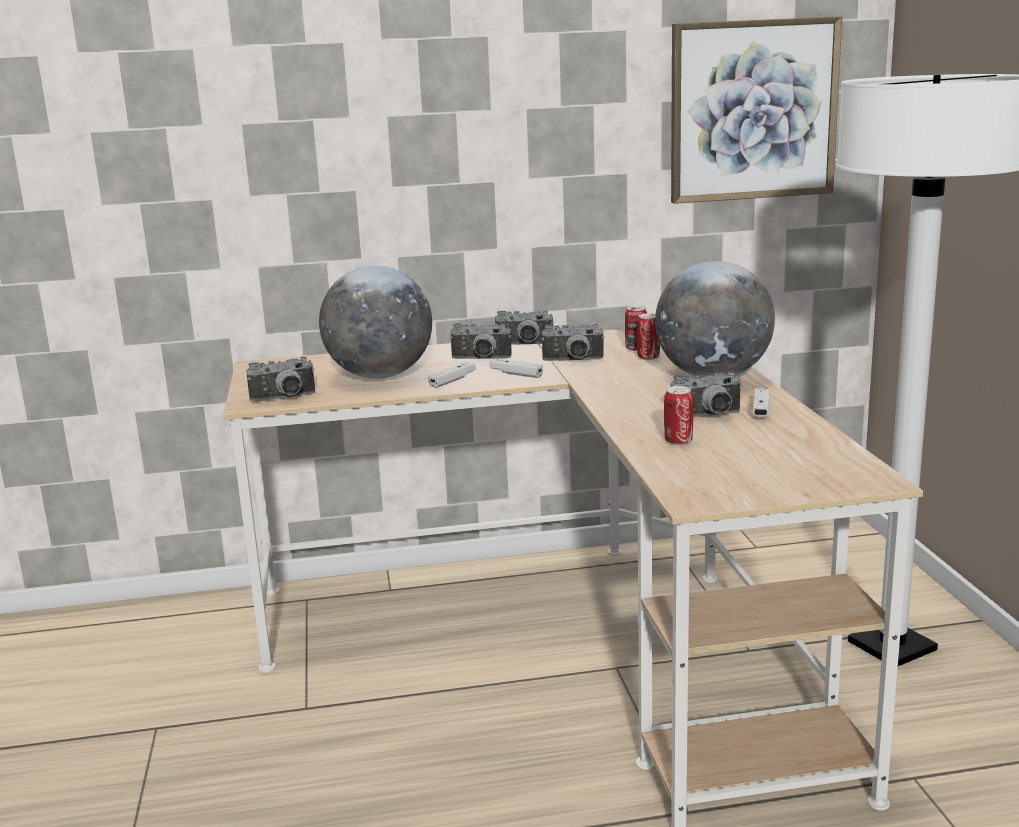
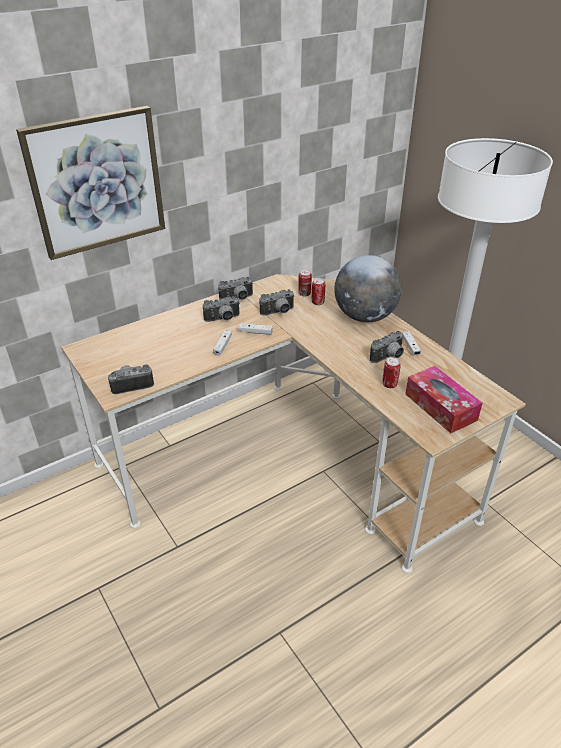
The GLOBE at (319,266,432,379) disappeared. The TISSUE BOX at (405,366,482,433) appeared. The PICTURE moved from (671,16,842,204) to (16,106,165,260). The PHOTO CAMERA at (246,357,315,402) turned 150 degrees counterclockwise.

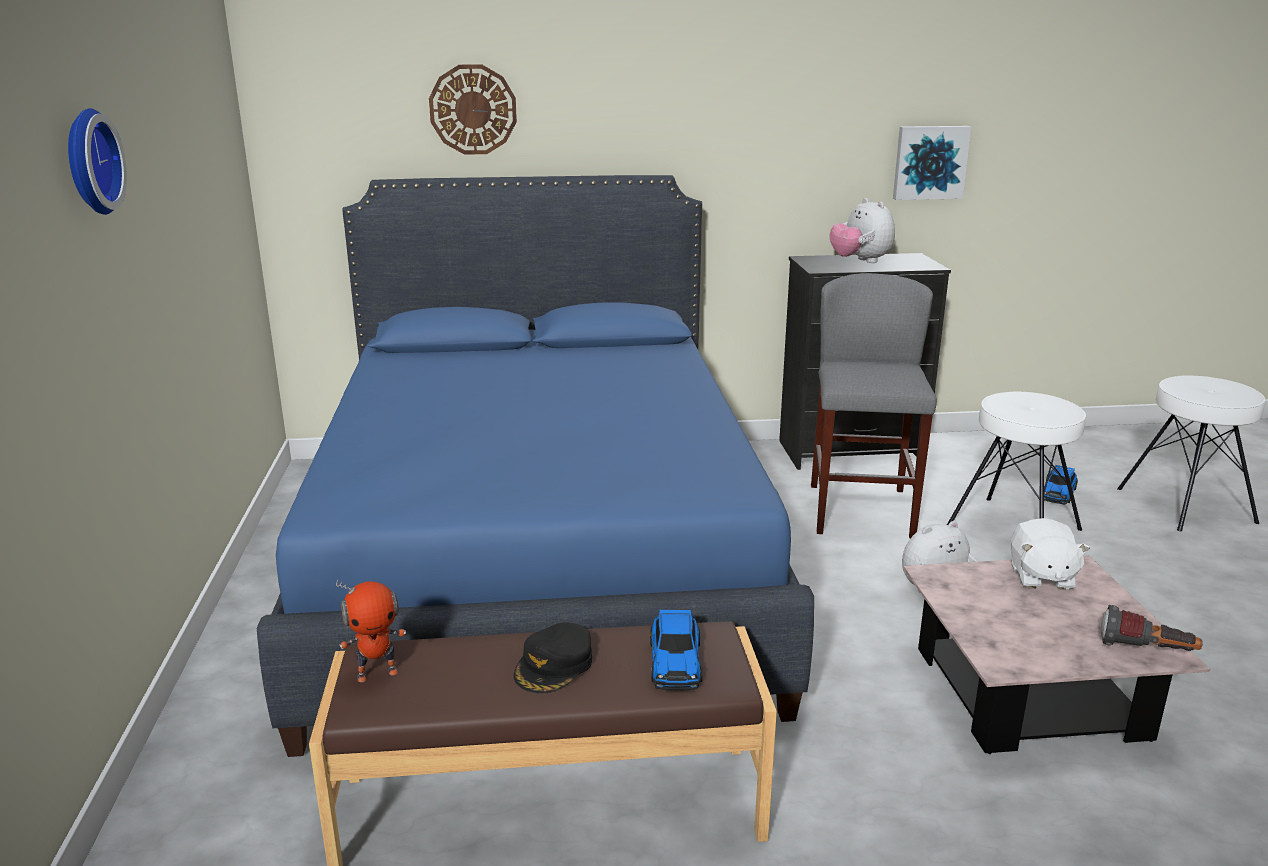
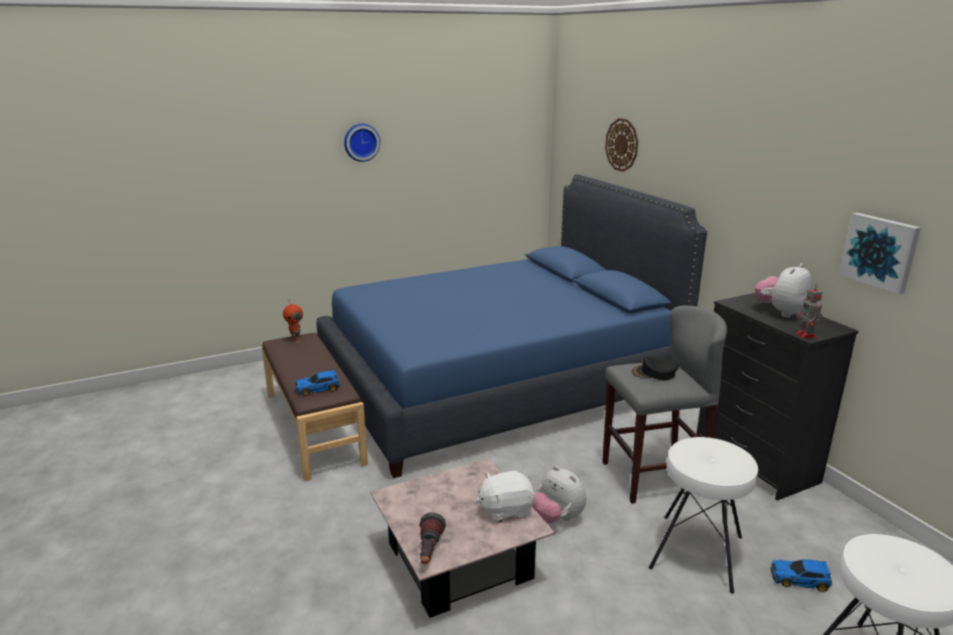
The TOY ROBOT at (796,284,823,339) appeared. The BLACK CAP moved from (514,623,592,694) to (632,356,679,380).

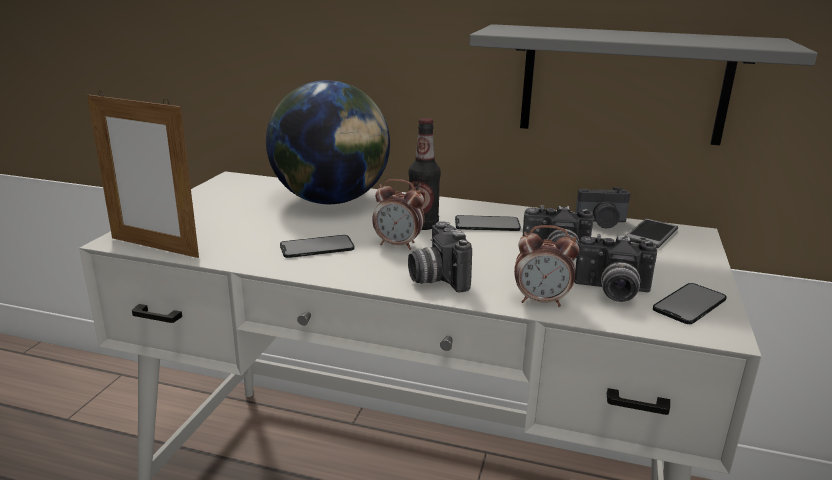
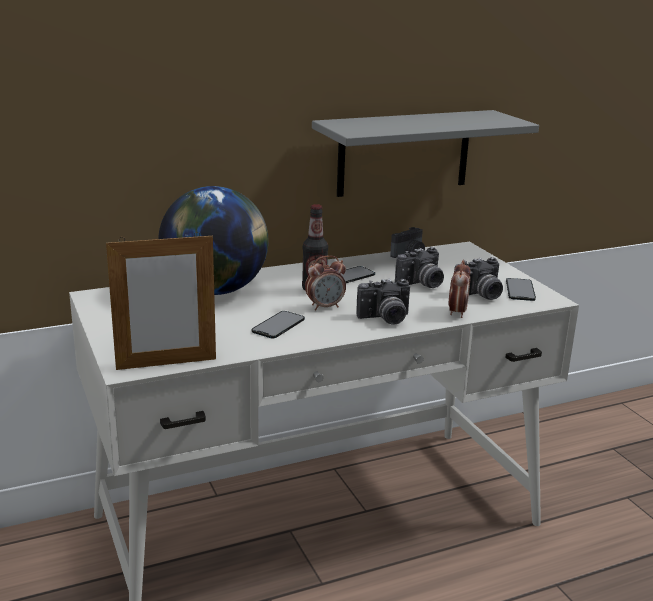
The PHONE at (624,218,678,248) disappeared. The PHOTO CAMERA at (408,221,472,292) turned 45 degrees counterclockwise. The ALARM CLOCK at (514,225,579,307) turned 45 degrees counterclockwise.

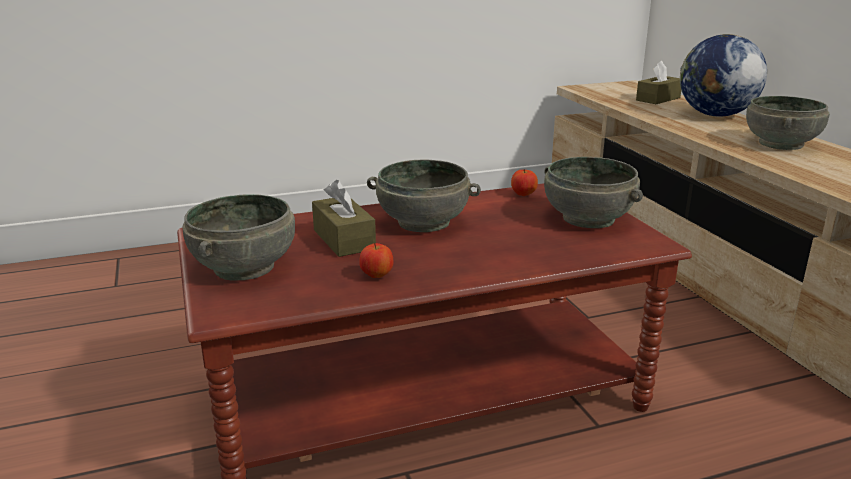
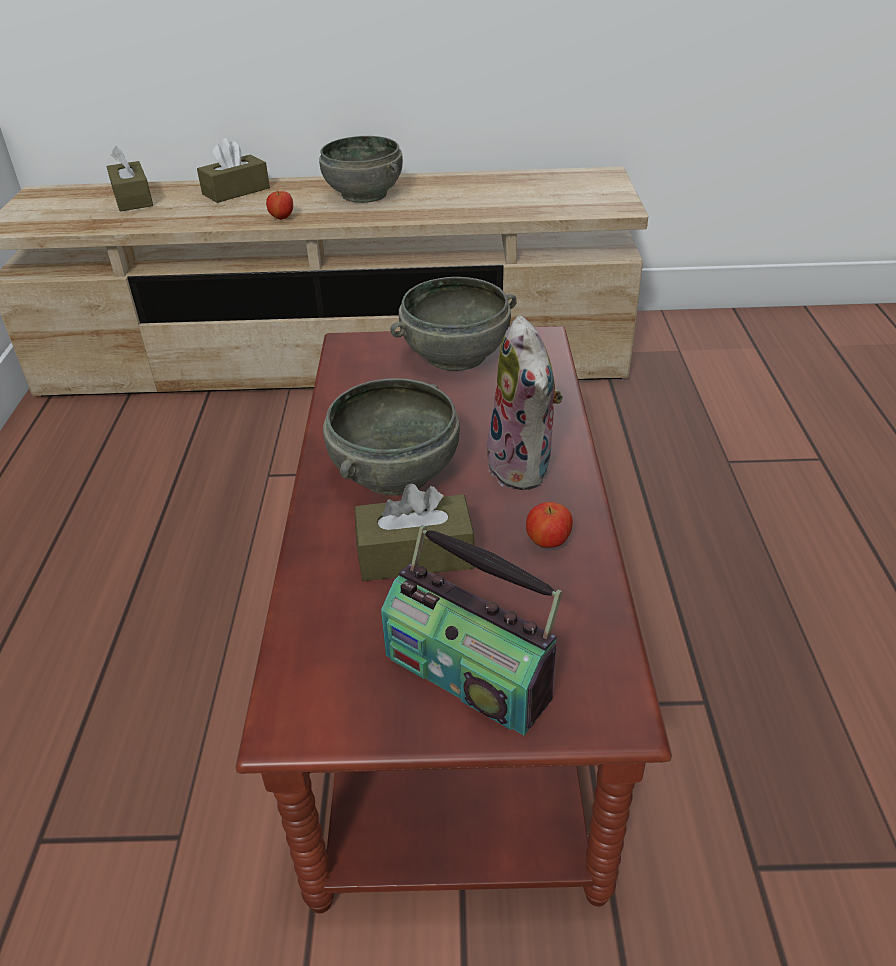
The PLUSH TOY at (487,316,563,490) appeared. The APPLE moved from (511,169,538,196) to (266,191,293,220). The GREY BOWL at (183,194,295,281) was replaced by the RADIO at (381,525,563,735). The GLOBE at (680,34,767,117) was replaced by the BROWN TISSUE BOX at (197,138,270,203).

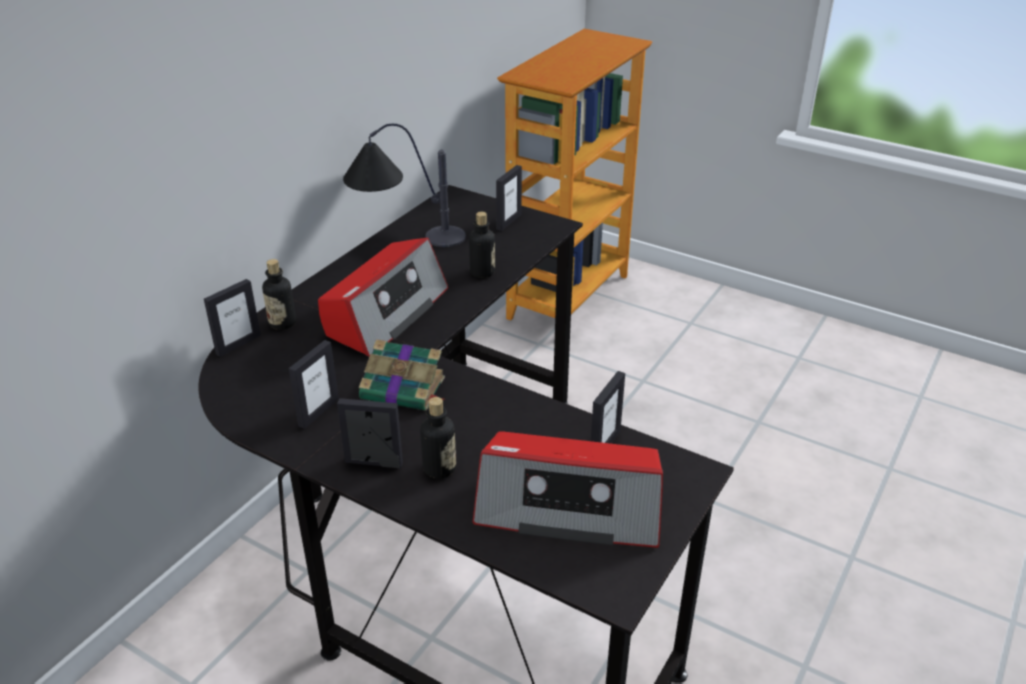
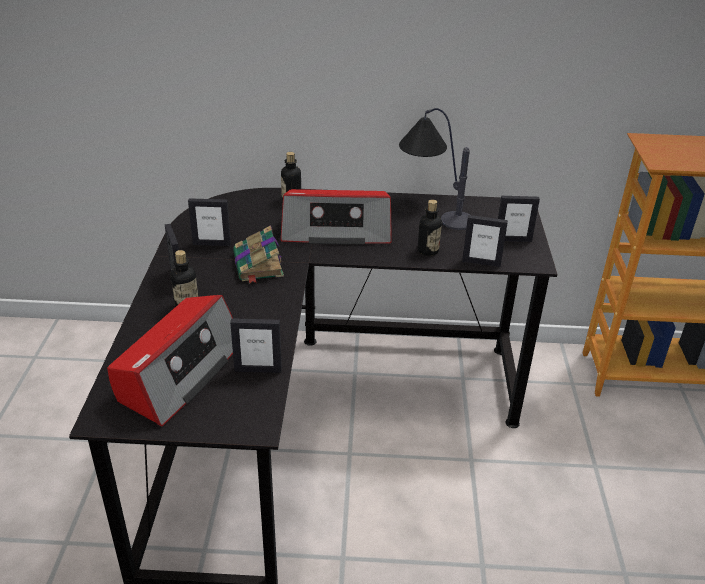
The PICTURE FRAME moved from (204,279,261,357) to (462,215,508,267). The RADIO at (473,431,663,548) turned 135 degrees counterclockwise.

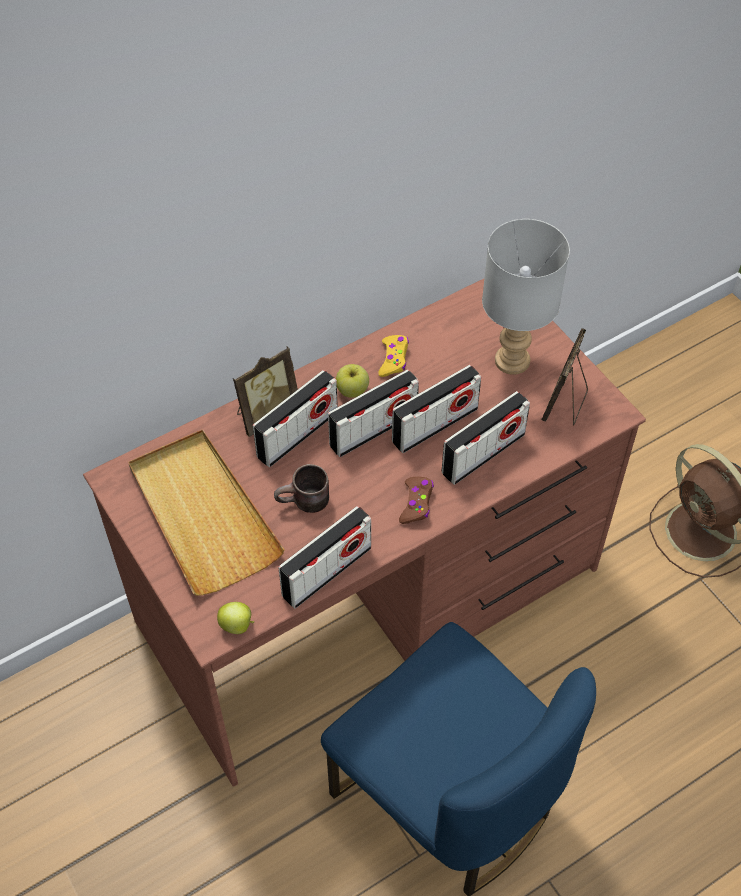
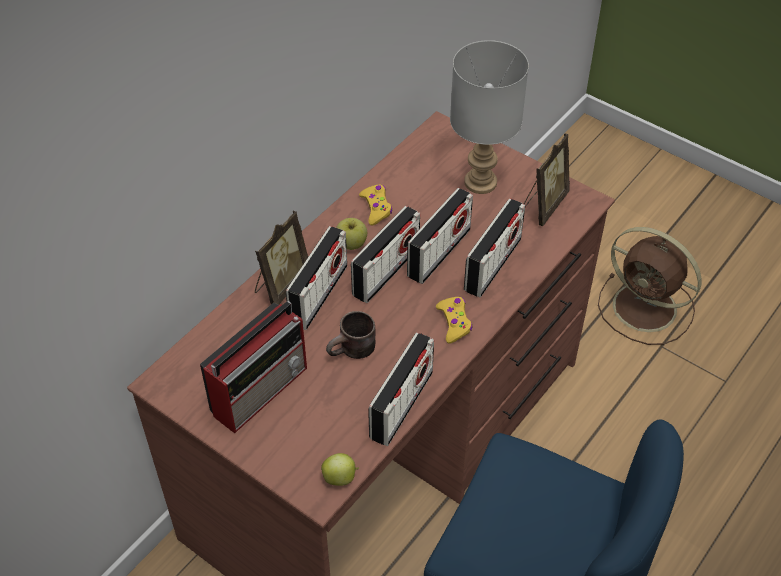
The BEIGE TRAY at (128,429,285,595) was replaced by the RADIO at (200,301,307,433). The BROWN GAME CONTROLLER at (399,477,434,524) became the YELLOW GAME CONTROLLER at (436,297,472,344). The PICTURE FRAME at (541,328,588,426) turned 150 degrees counterclockwise.

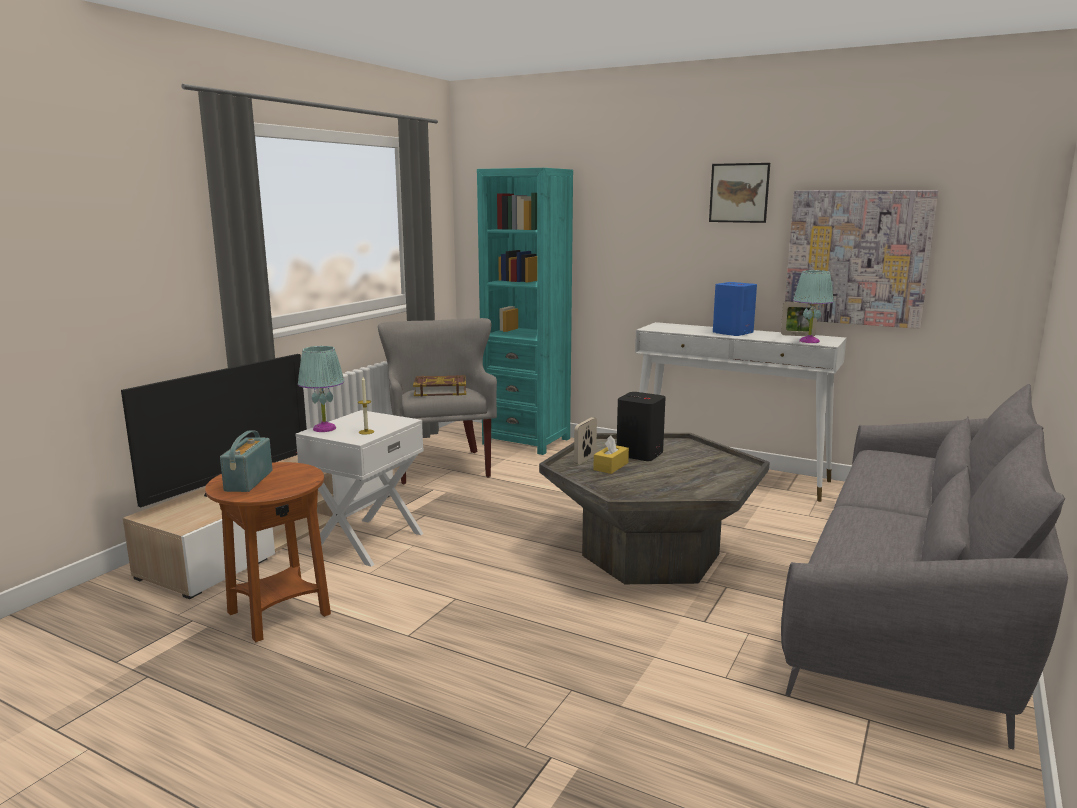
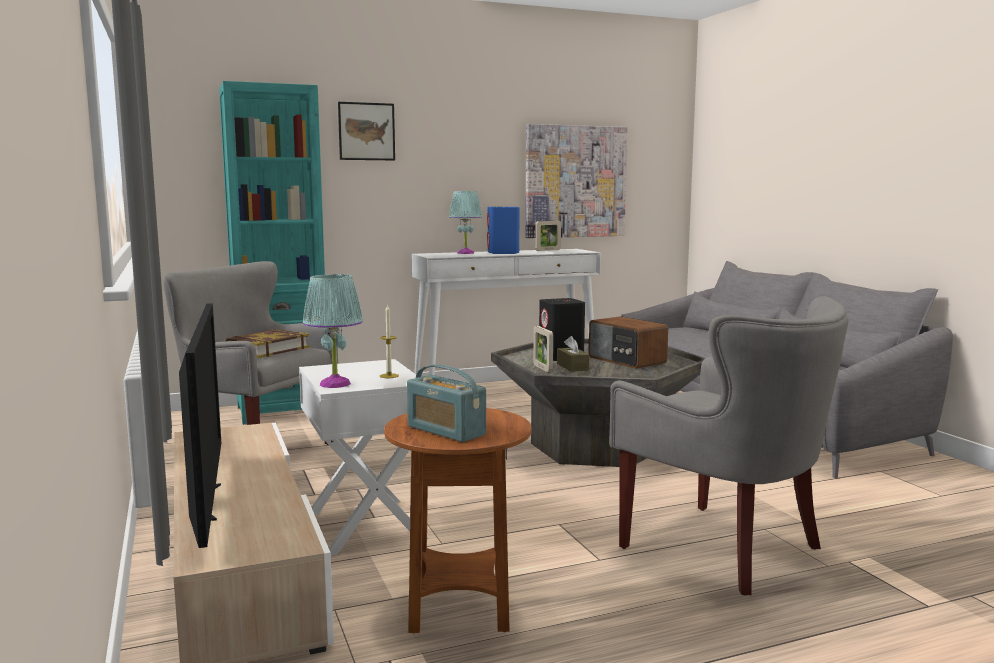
The RADIO at (589,316,668,369) appeared. The GREY ARMCHAIR at (609,296,848,595) appeared. The PICTURE moved from (709,163,770,223) to (338,102,395,160). The TURQUOISE TABLE LAMP moved from (793,270,834,343) to (449,191,482,254). The YELLOW TISSUE BOX at (593,435,629,474) became the BROWN TISSUE BOX at (557,336,589,372).

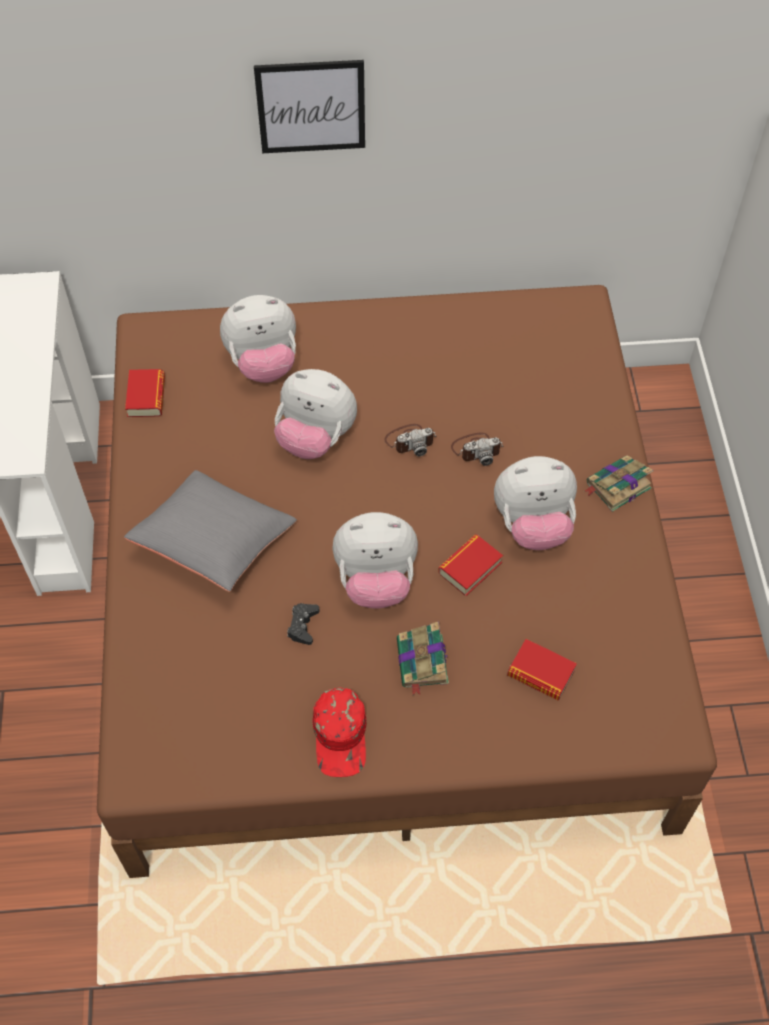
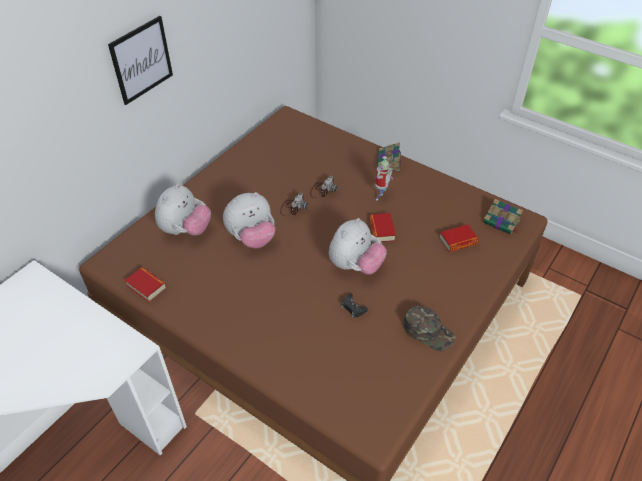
The GREY PILLOW at (124,470,297,592) disappeared. The BOOK moved from (397,622,449,695) to (483,199,523,234). The PLUSH TOY at (494,456,577,550) was replaced by the TOY ROBOT at (375,156,393,200). The RED CAP at (313,688,366,777) became the GREEN CAP at (403,306,455,351).

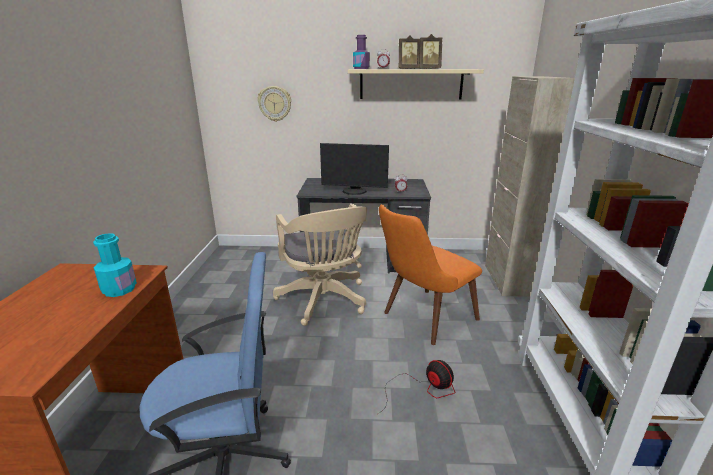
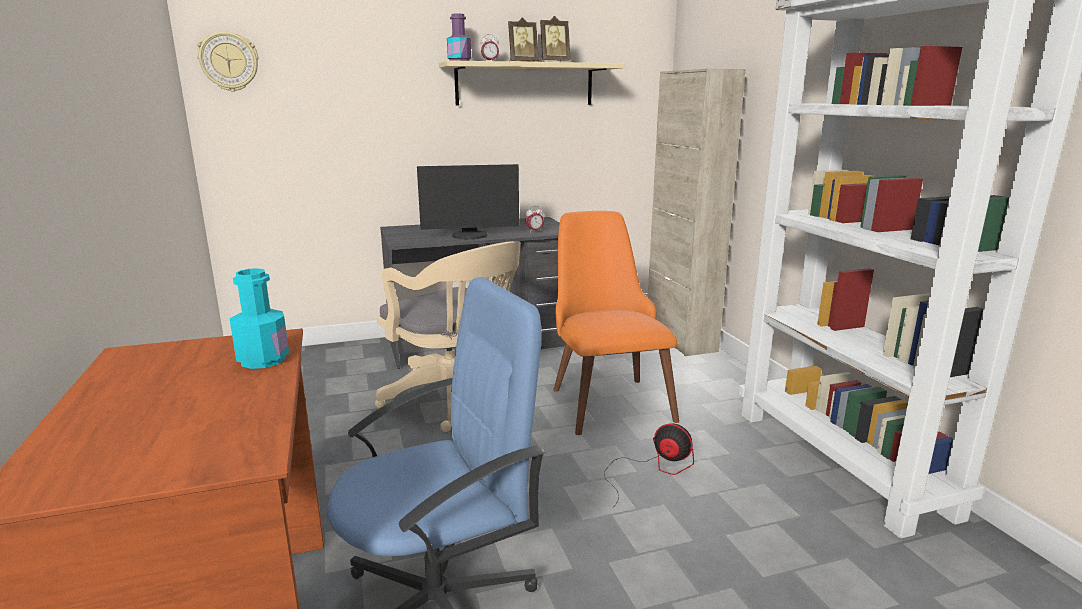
The WALL CLOCK moved from (258,86,291,122) to (197,31,259,91). The ORANGE CHAIR at (379,204,482,345) turned 135 degrees clockwise.

